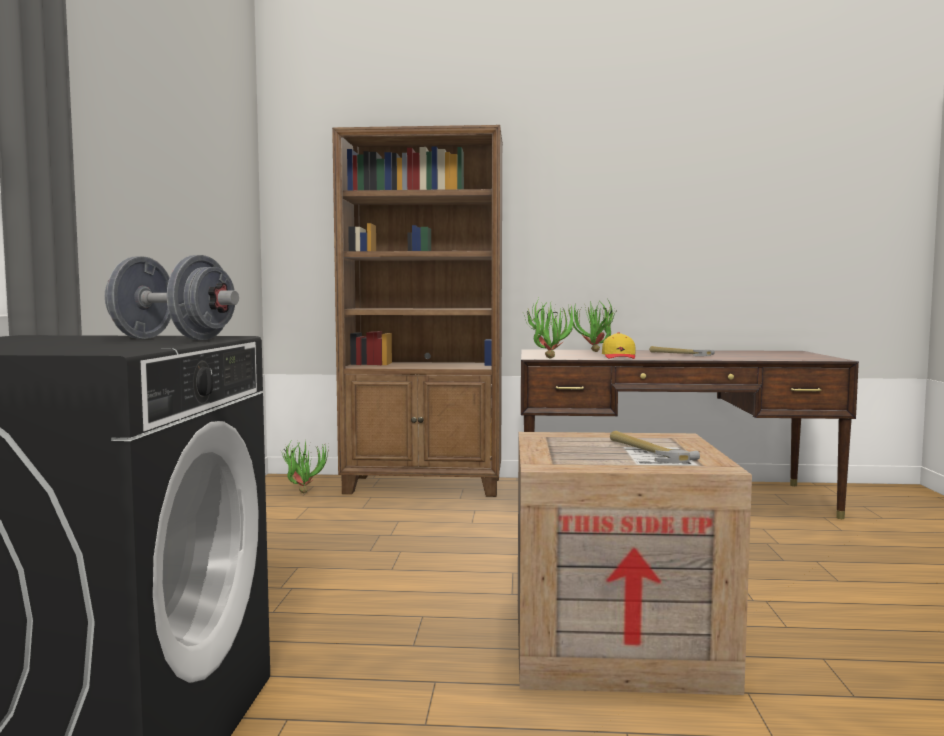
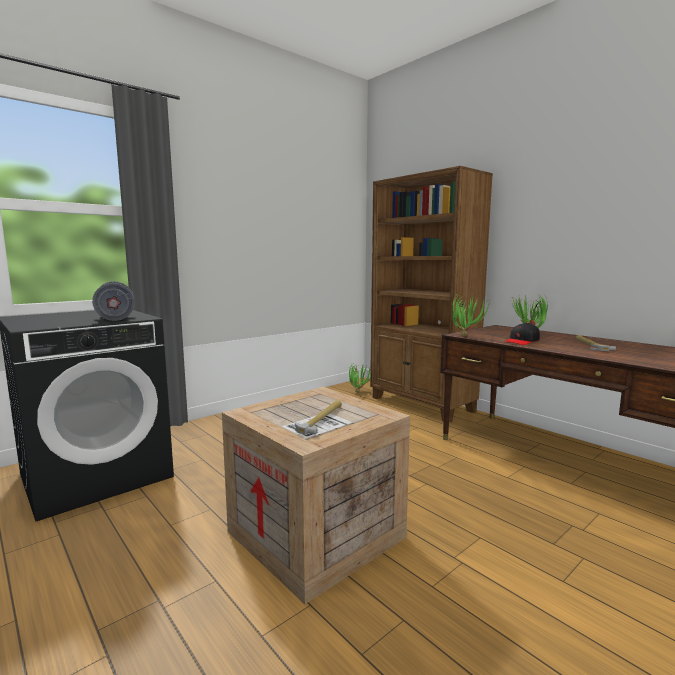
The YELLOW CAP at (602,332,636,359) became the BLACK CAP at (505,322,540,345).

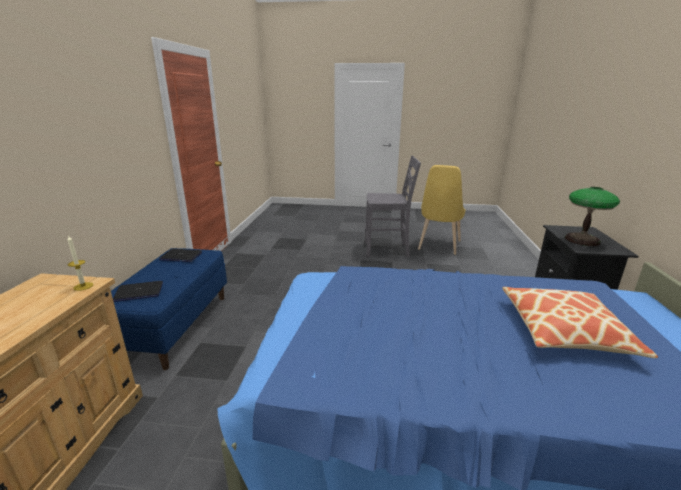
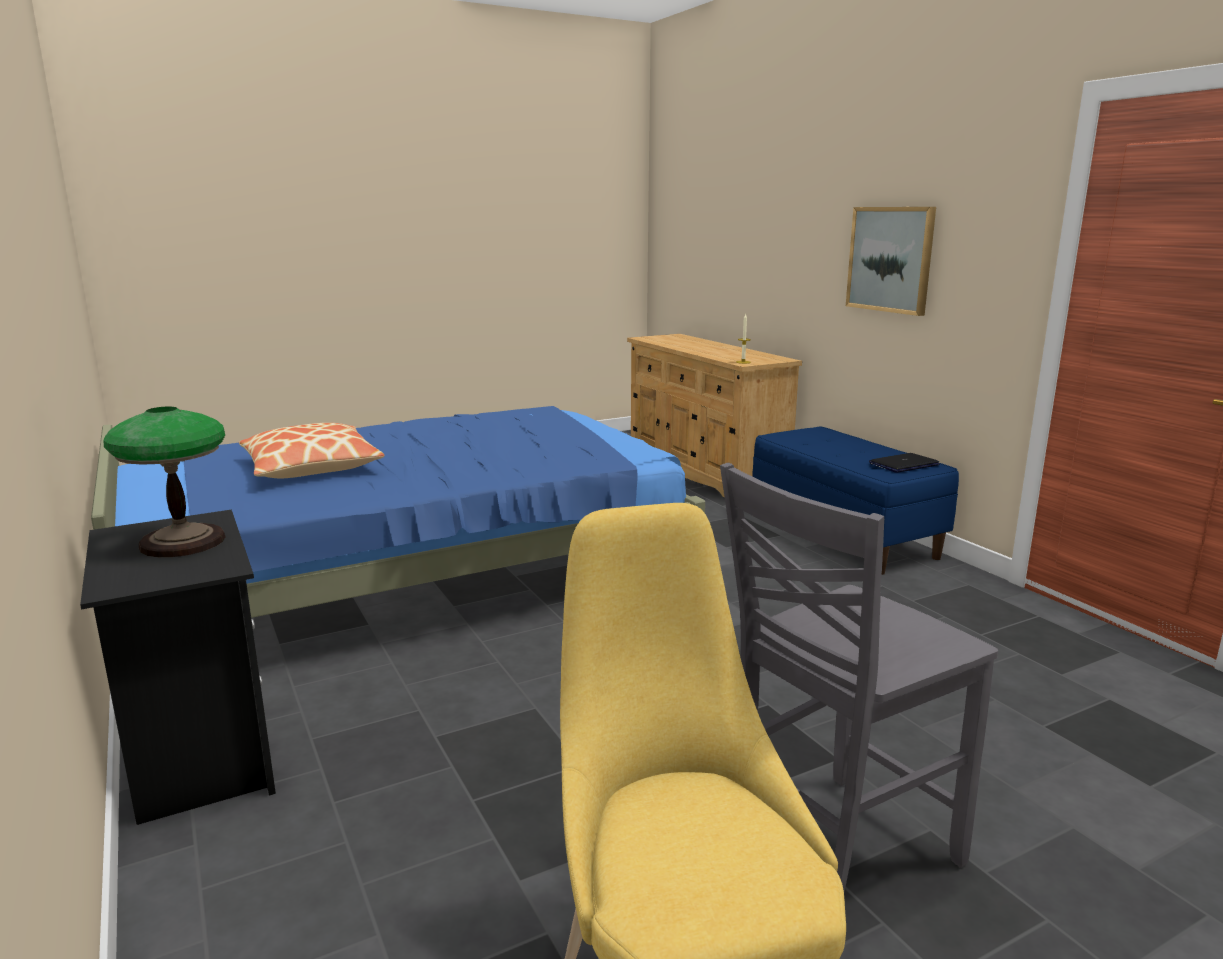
The LAPTOP at (113,281,163,302) disappeared. The PICTURE at (846,207,936,316) appeared.

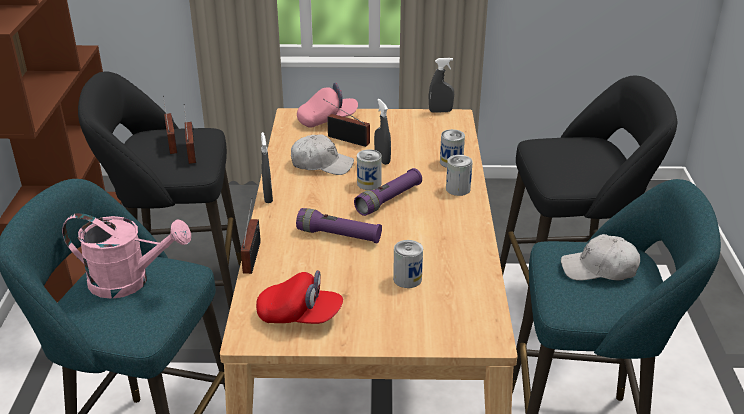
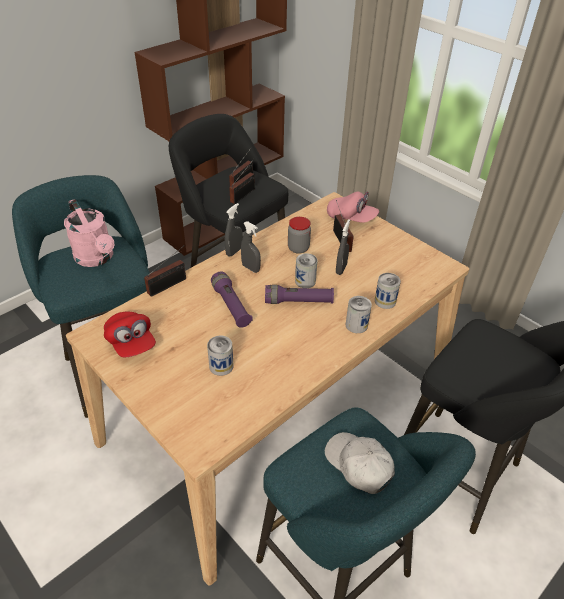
The GREY SPRAY BOTTLE moved from (429,58,454,113) to (241,221,261,273). The WHITE CAP at (291,134,354,175) was replaced by the JAR at (288,217,311,254).

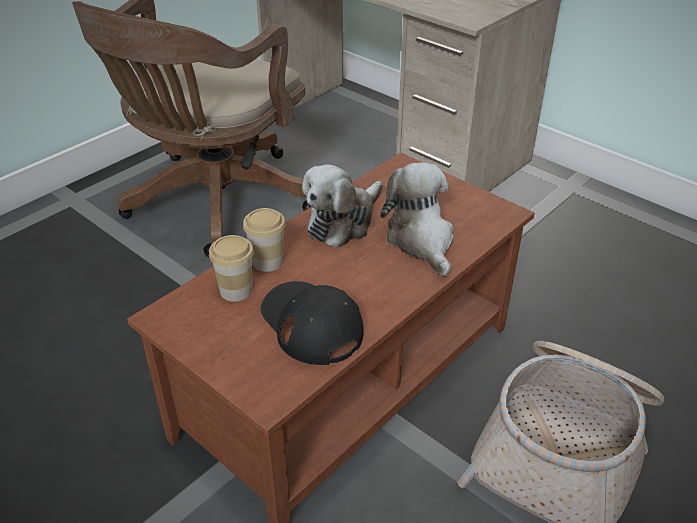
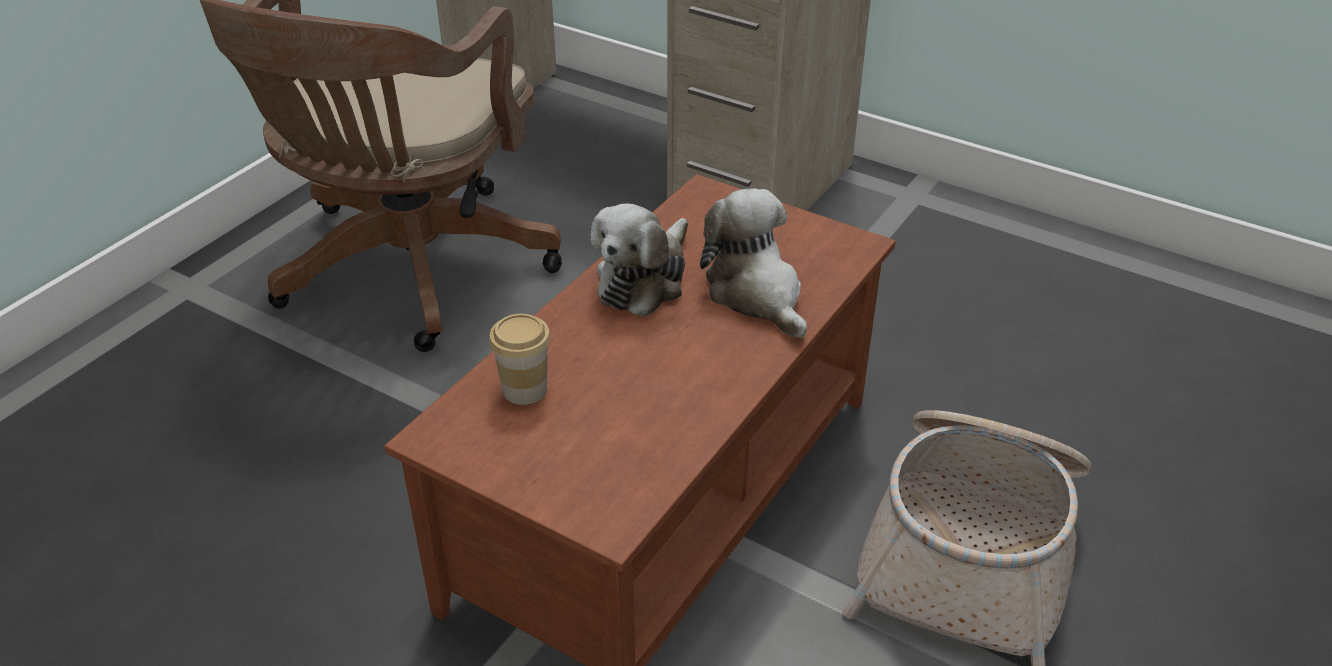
The CUP at (243,208,286,272) disappeared. The BLACK CAP at (260,281,363,365) disappeared.

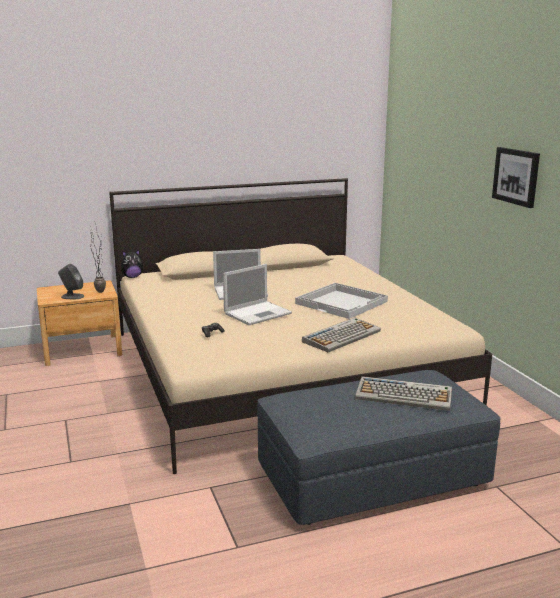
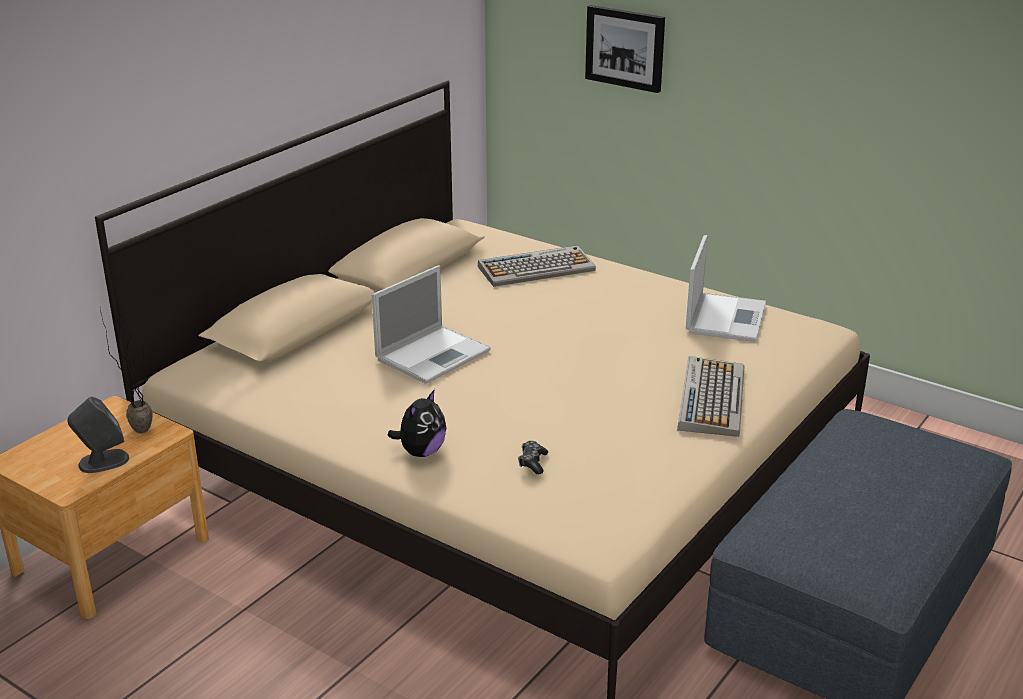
The WHITE TRAY at (295,283,388,319) disappeared. The PLUSH TOY moved from (121,250,144,278) to (388,389,446,457). The LAPTOP moved from (223,264,292,325) to (686,235,766,342). The KEYBOARD moved from (355,376,452,411) to (478,245,596,287). The PICTURE moved from (492,147,540,208) to (585,5,665,93).

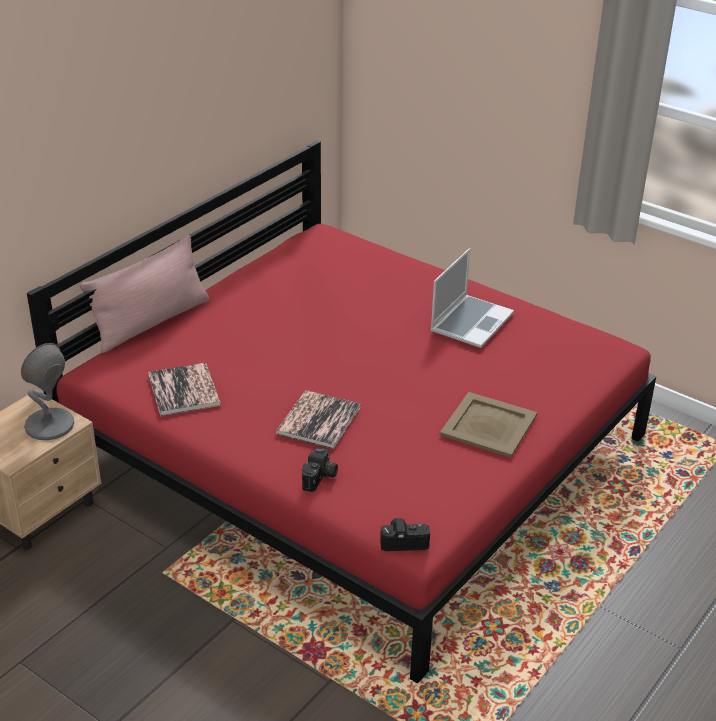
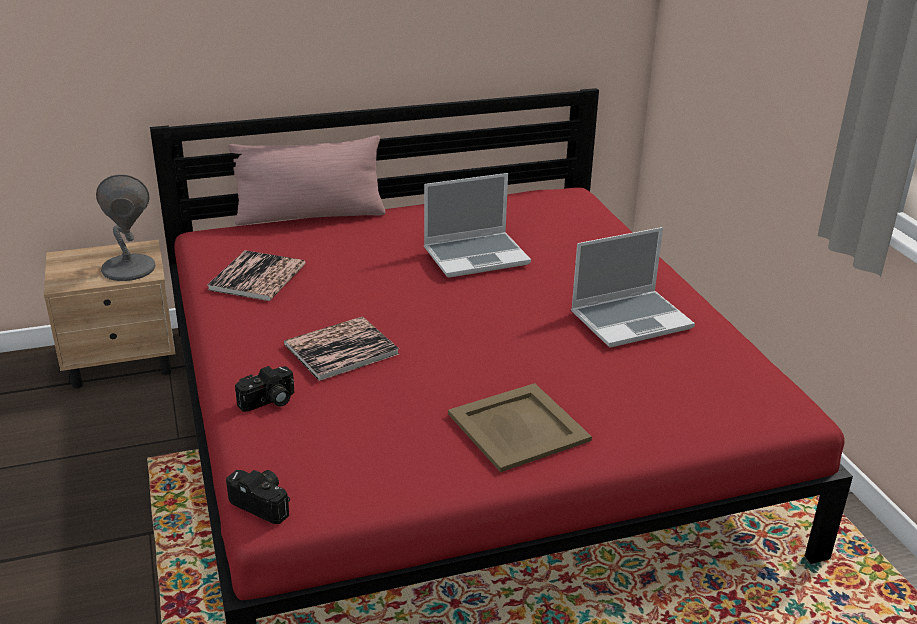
The LAPTOP at (424,173,531,278) appeared.

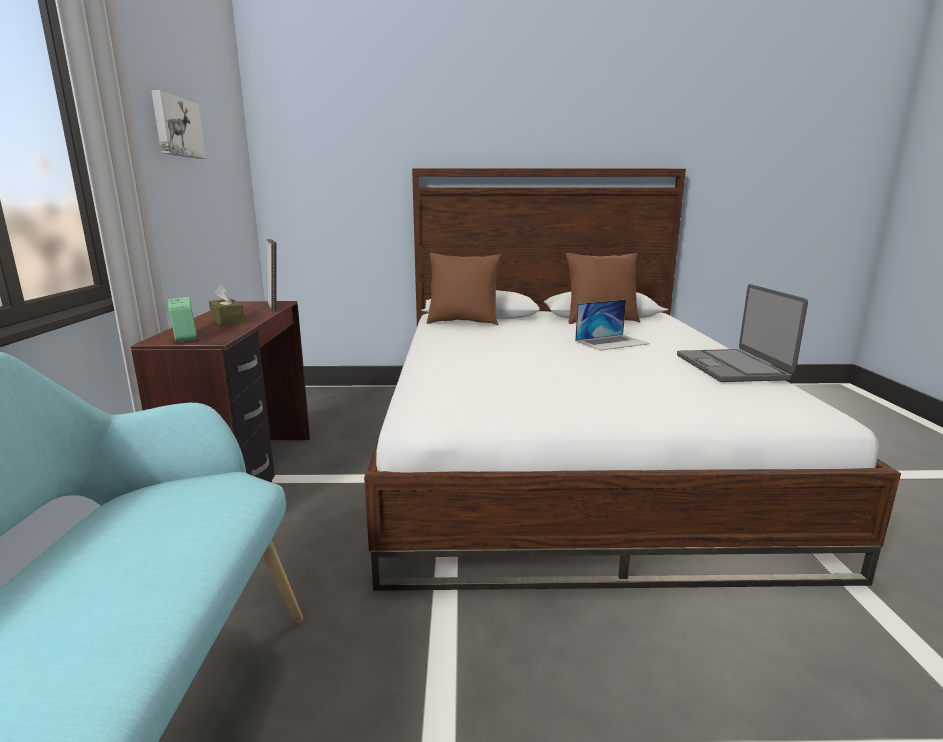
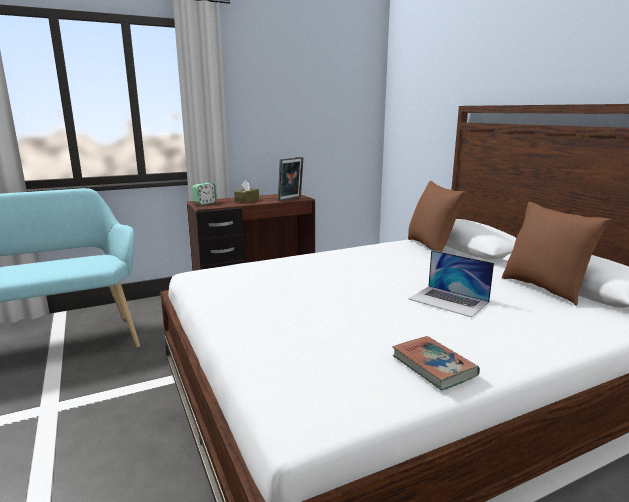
The PICTURE at (151,90,206,159) disappeared. The LAPTOP at (677,284,808,382) was replaced by the BOOK at (393,336,480,391).

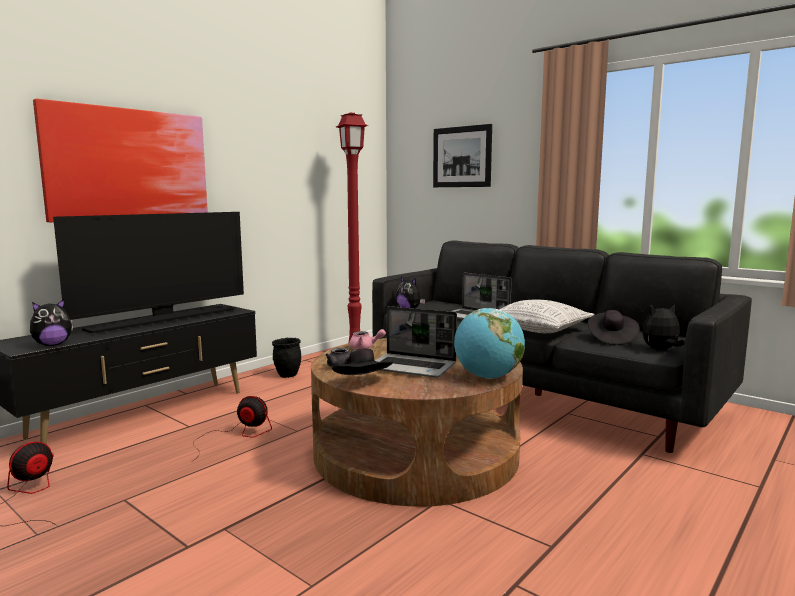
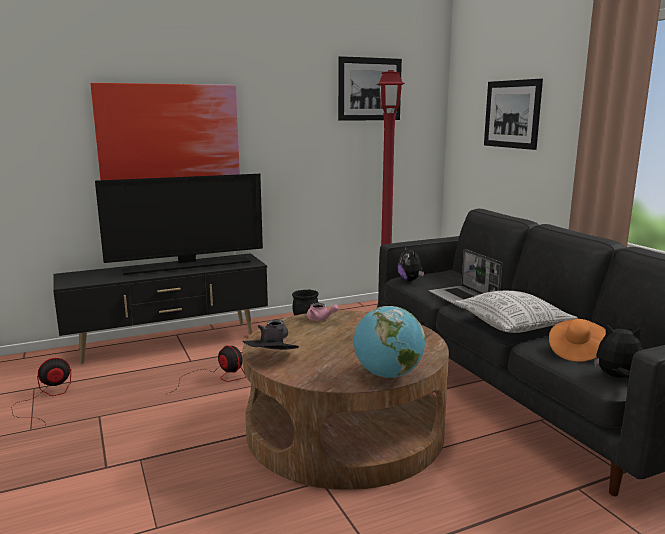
The PLUSH TOY at (30,299,73,346) disappeared. The LAPTOP at (375,306,457,378) disappeared. The PICTURE at (338,56,402,121) appeared. The BLACK HAT at (587,310,640,345) became the ORANGE HAT at (549,319,606,362).

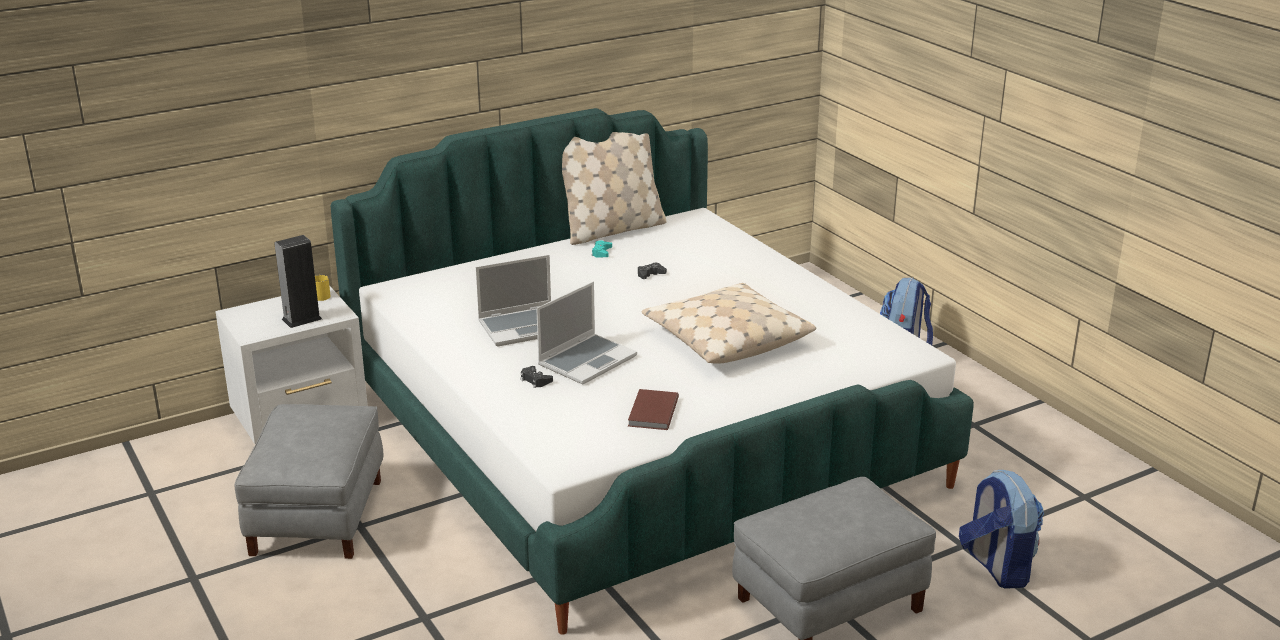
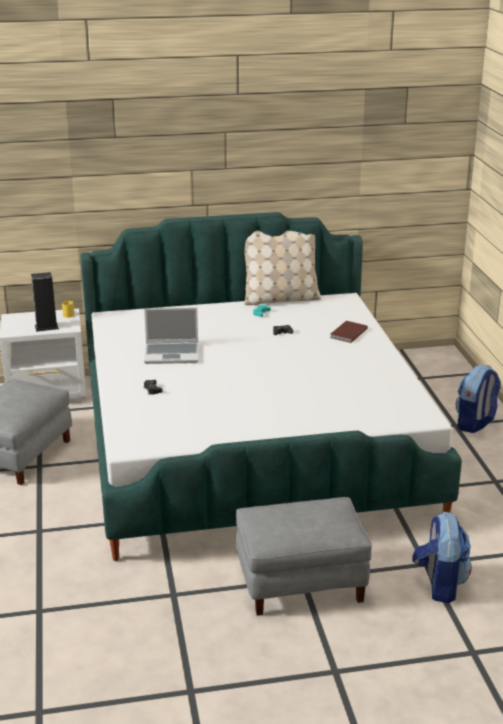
The LAPTOP at (536,281,637,385) disappeared. The BEIGE PILLOW at (642,283,816,364) disappeared. The BROWN BOOK moved from (628,389,679,430) to (330,321,368,343).

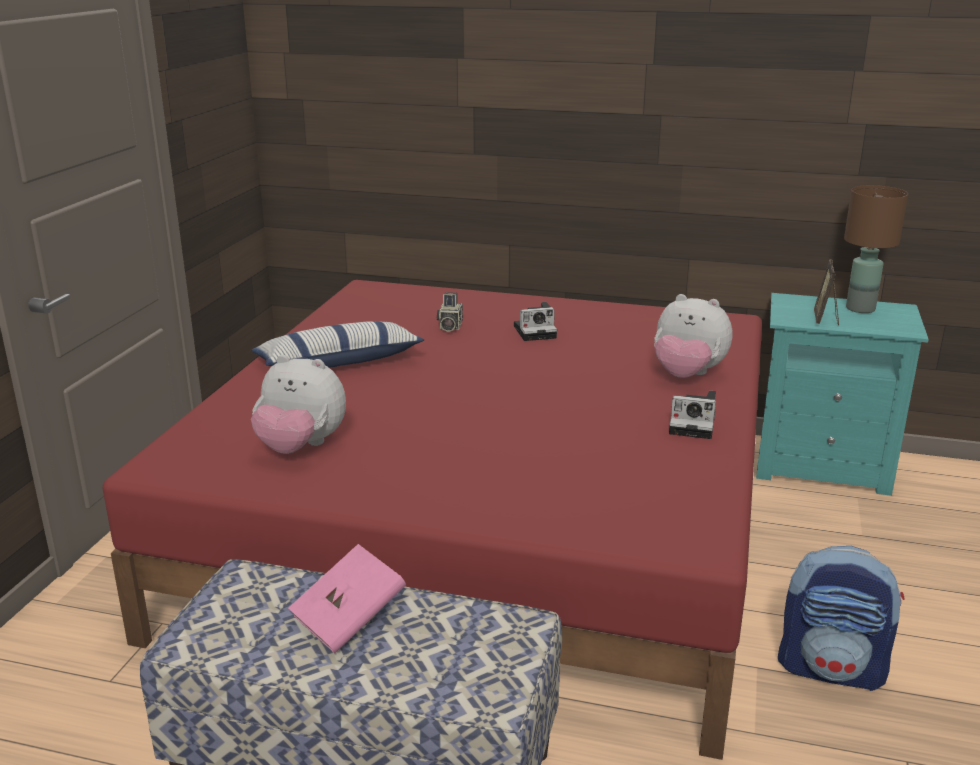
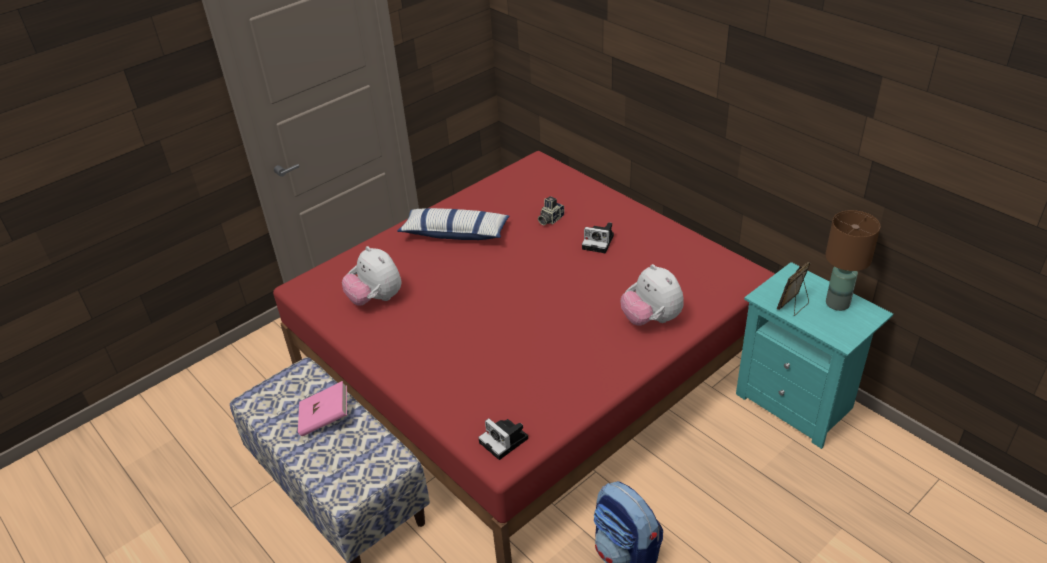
The PHOTO CAMERA moved from (669,391,716,439) to (478,418,528,460).

